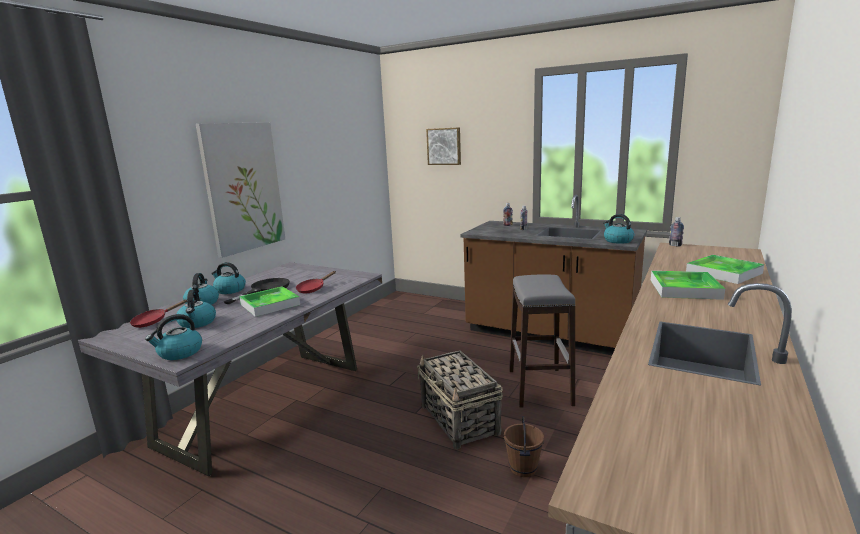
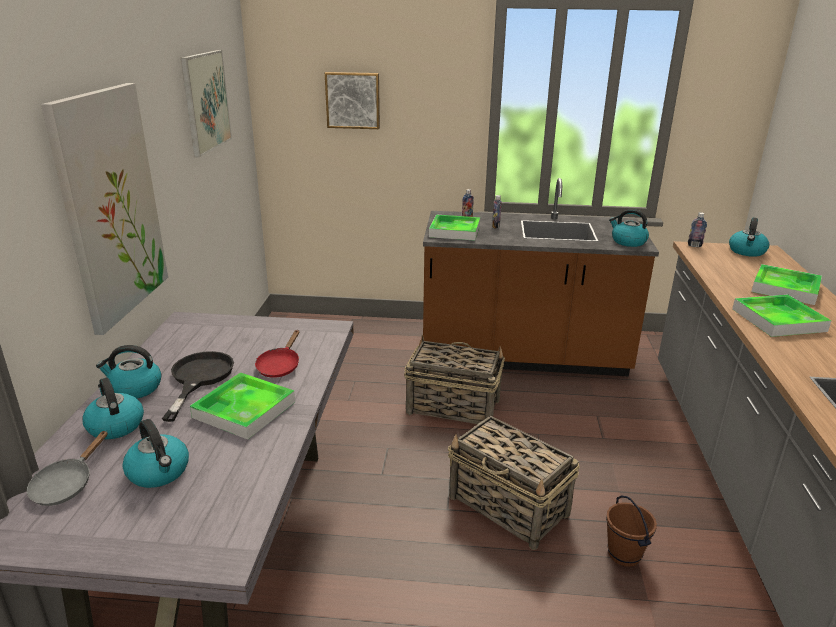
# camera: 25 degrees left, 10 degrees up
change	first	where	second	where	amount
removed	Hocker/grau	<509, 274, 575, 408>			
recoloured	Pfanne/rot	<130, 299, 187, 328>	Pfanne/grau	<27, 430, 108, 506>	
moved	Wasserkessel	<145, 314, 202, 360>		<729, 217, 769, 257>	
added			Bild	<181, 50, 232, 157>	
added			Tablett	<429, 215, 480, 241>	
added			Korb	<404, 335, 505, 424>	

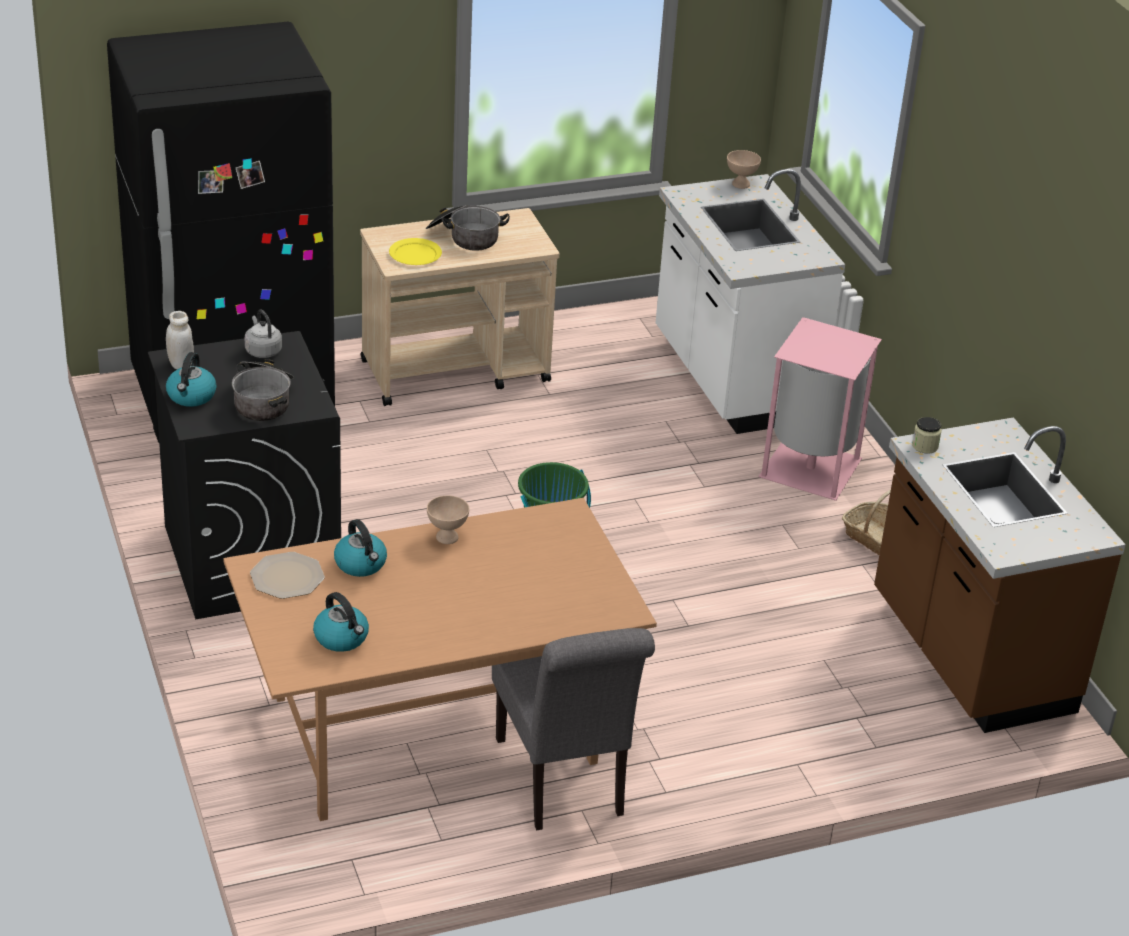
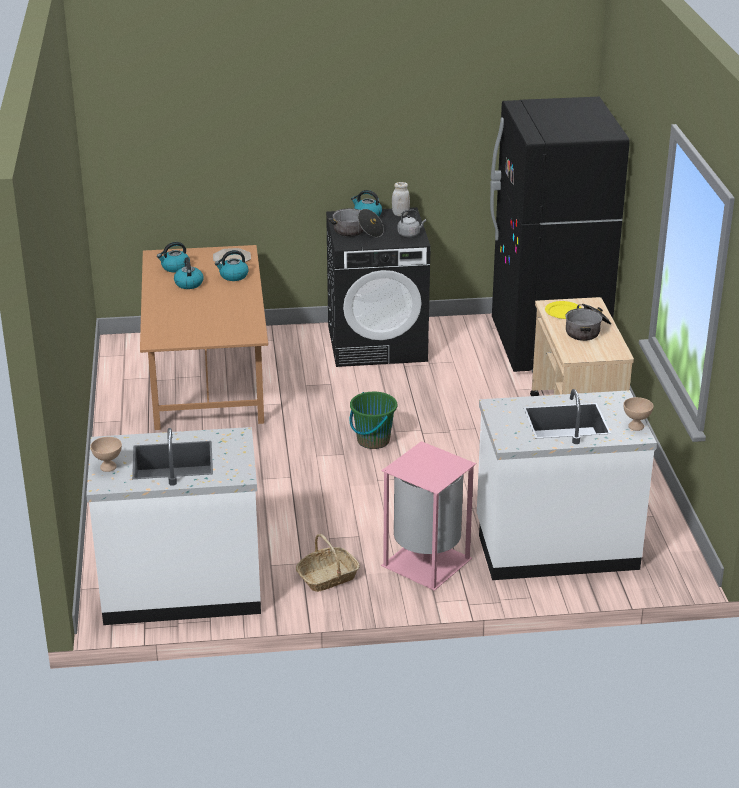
# camera: 105 degrees right, 5 degrees down
change	first	where	second	where	amount
recoloured	Küchenzeile/braun	<874, 417, 1126, 733>	Küchenzeile/weiß	<86, 427, 261, 625>	
removed	Vorratsglas	<912, 417, 942, 454>			
moved	Schüssel/beige	<427, 495, 469, 544>		<90, 437, 122, 472>	
removed	Stuhl/grau	<492, 628, 655, 830>			
added			Wasserkessel	<174, 257, 203, 289>	

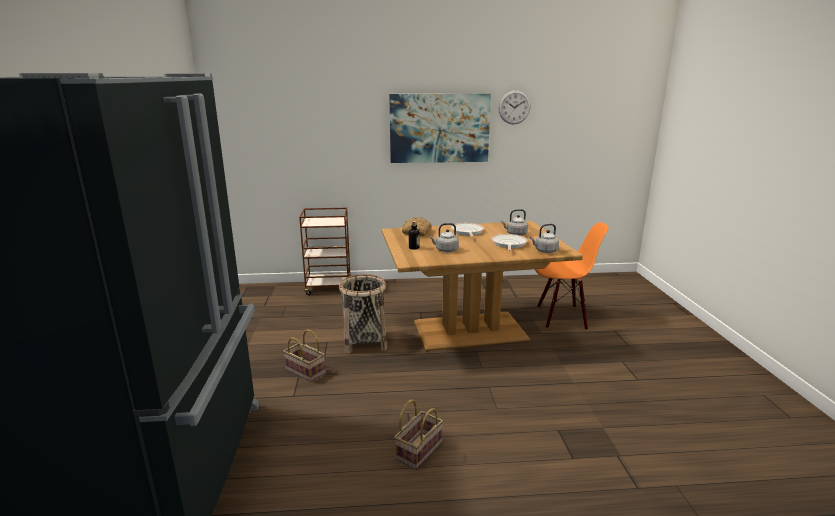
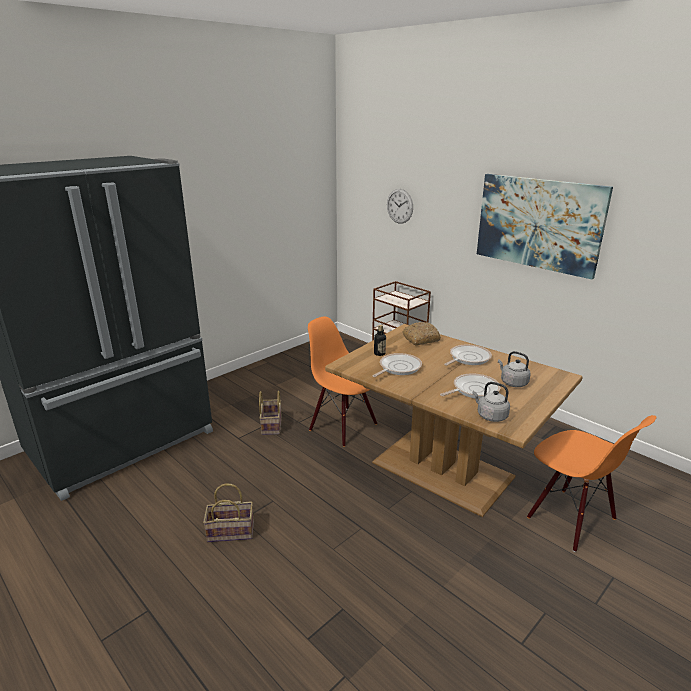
# camera: 50 degrees right, 5 degrees up
change	first	where	second	where	amount
moved	Wanduhr	<498, 90, 531, 124>		<387, 189, 413, 224>	
replaced	Wasserkessel/grau	<429, 223, 459, 252>	Pfanne	<372, 353, 422, 377>	
replaced	Korb	<339, 274, 387, 354>	Stuhl/orange	<308, 317, 377, 447>	

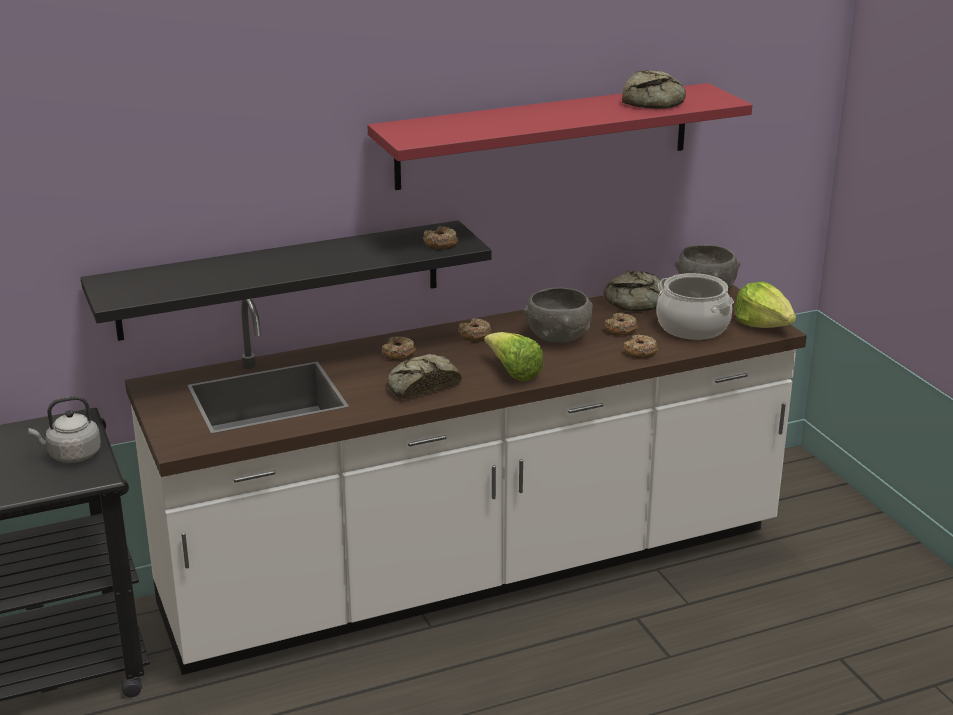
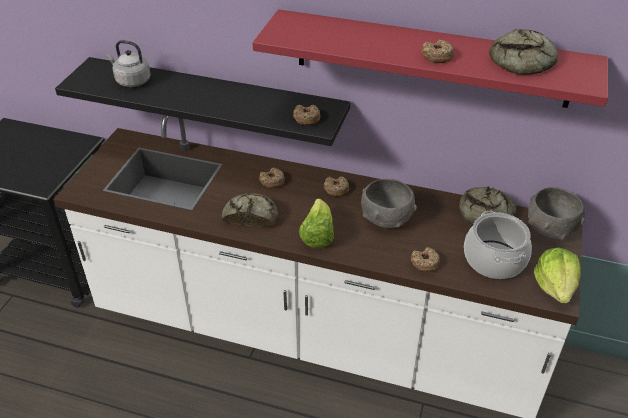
# camera: 40 degrees right, 15 degrees up
change	first	where	second	where	amount
moved	Donut	<604, 313, 638, 336>		<422, 40, 454, 63>	
moved	Wasserkessel/grau	<28, 396, 101, 463>		<106, 40, 151, 87>	

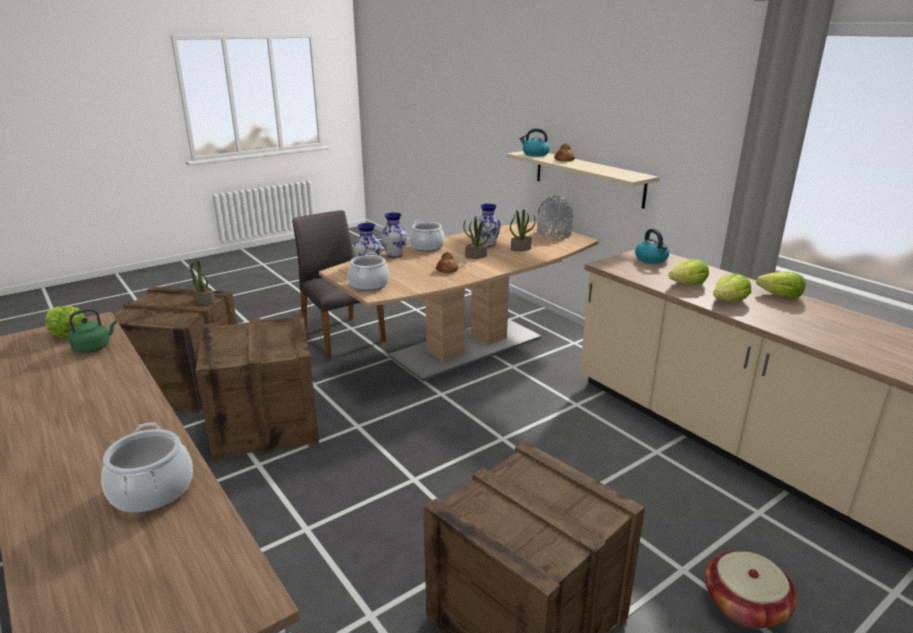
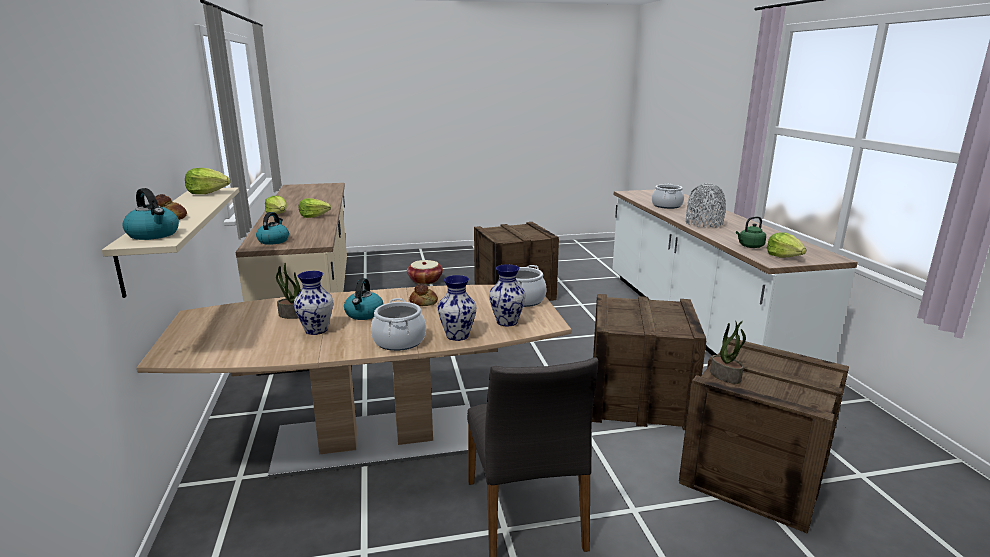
# camera: 155 degrees left, 5 degrees down
change	first	where	second	where	amount
moved	Vase/grau	<537, 195, 574, 239>		<686, 183, 726, 228>	
replaced	Topfpflanze	<463, 216, 489, 259>	Wasserkessel	<344, 278, 384, 320>	
moved	Salatkopf	<669, 259, 709, 285>		<185, 168, 231, 194>	

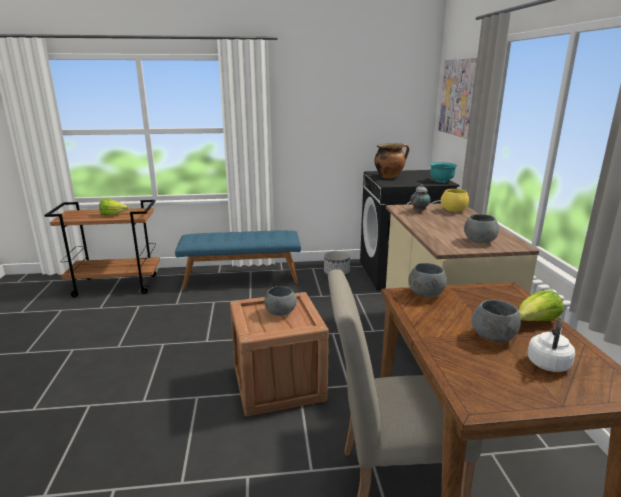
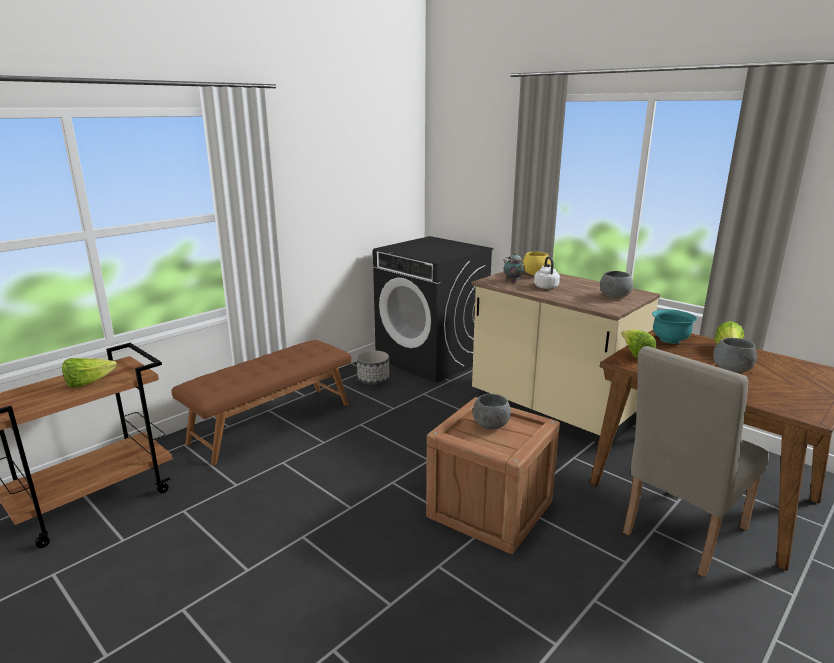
# camera: 40 degrees left, 0 degrees up
change	first	where	second	where	amount
removed	Bild	<438, 57, 477, 139>			
removed	Kochtopf	<374, 143, 409, 179>			
moved	Schüssel/türkis	<430, 162, 458, 183>		<652, 309, 697, 344>	
recoloured	Bank/blau	<175, 230, 301, 290>	Bank/braun	<171, 340, 351, 465>	
replaced	Schüssel/grau	<408, 263, 447, 297>	Salatkopf	<621, 329, 656, 358>	
moved	Wasserkessel/weiß	<527, 317, 575, 372>		<534, 257, 560, 289>	

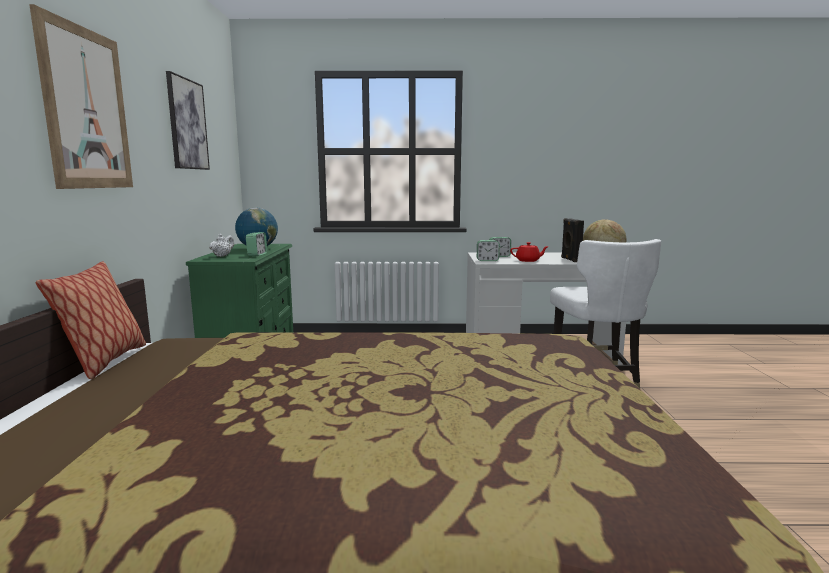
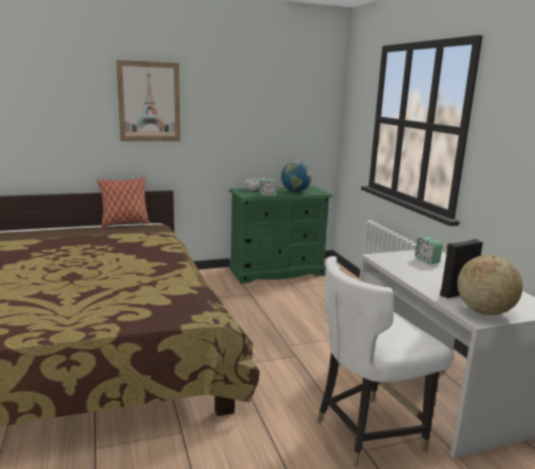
# camera: 70 degrees right, 5 degrees up
change	first	where	second	where	amount
removed	Bild	<166, 71, 210, 170>			
removed	Wecker	<477, 240, 500, 261>			
removed	Teekanne/rot	<510, 242, 549, 262>			

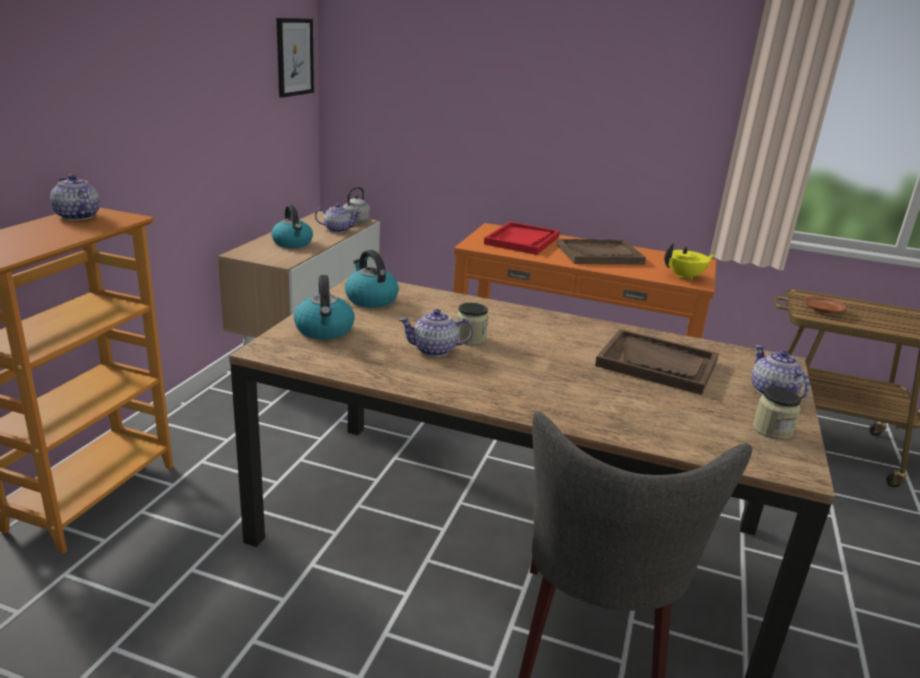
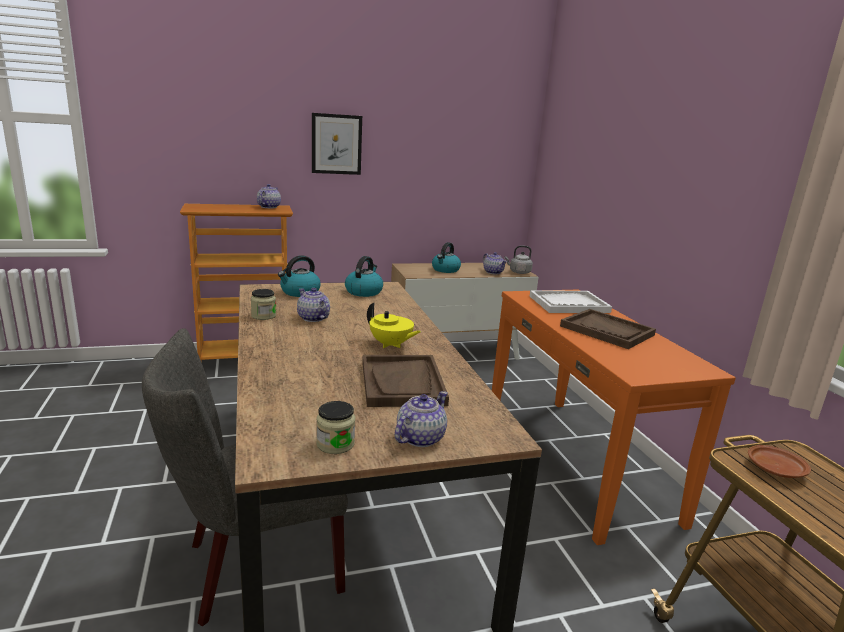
# camera: 55 degrees right, 5 degrees down
change	first	where	second	where	amount
moved	Bild	<276, 18, 314, 98>		<312, 113, 362, 175>	
recoloured	Tablett/rot	<484, 222, 560, 255>	Tablett/weiß	<530, 290, 612, 313>	
moved	Teekanne/gelb	<664, 243, 715, 281>		<367, 303, 421, 348>	
moved	Vorratsglas	<457, 303, 489, 345>		<251, 289, 276, 320>	

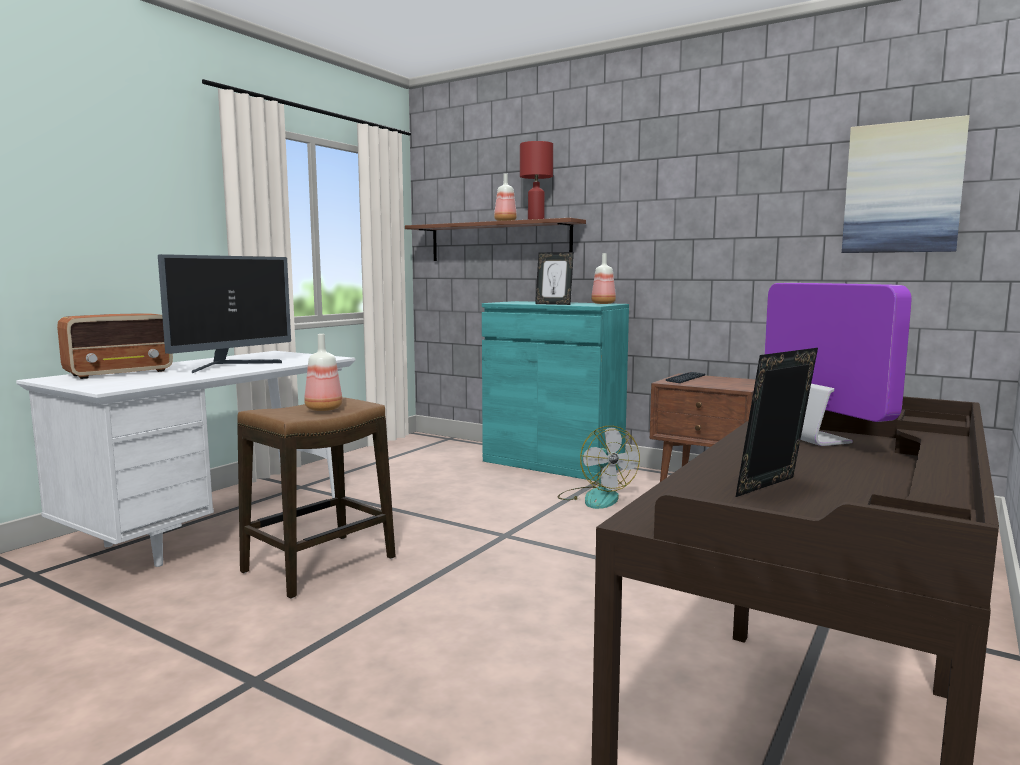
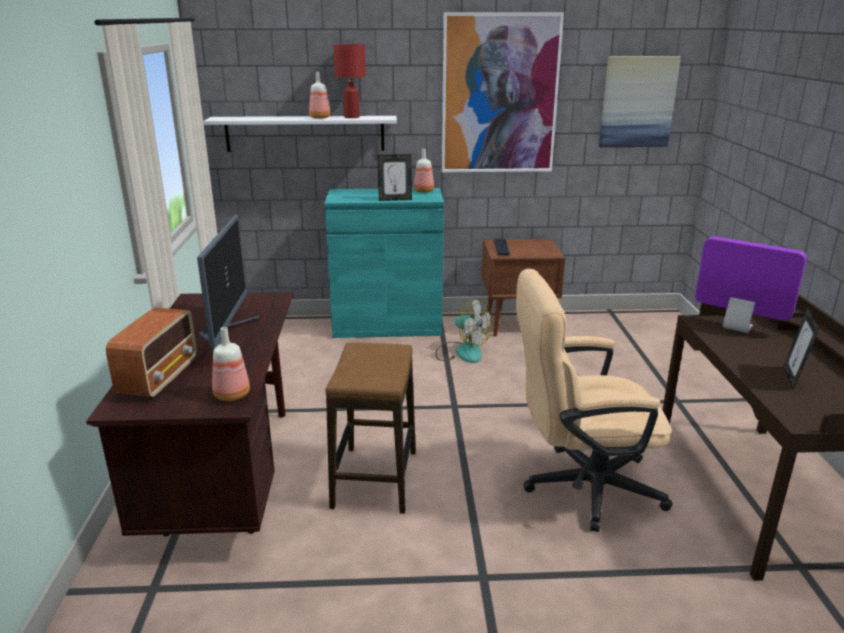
# camera: 35 degrees left, 15 degrees up
change	first	where	second	where	amount
recoloured	Wandregal/braun	<405, 218, 586, 261>	Wandregal/weiß	<203, 116, 397, 152>	
moved	Flasche	<304, 334, 343, 411>		<212, 327, 250, 401>	
recoloured	Schreibtisch/weiß	<16, 351, 355, 567>	Schreibtisch/braun	<86, 292, 293, 536>	
added			Bild	<442, 12, 564, 172>	
added			Bürostuhl/beige	<516, 269, 672, 532>	

